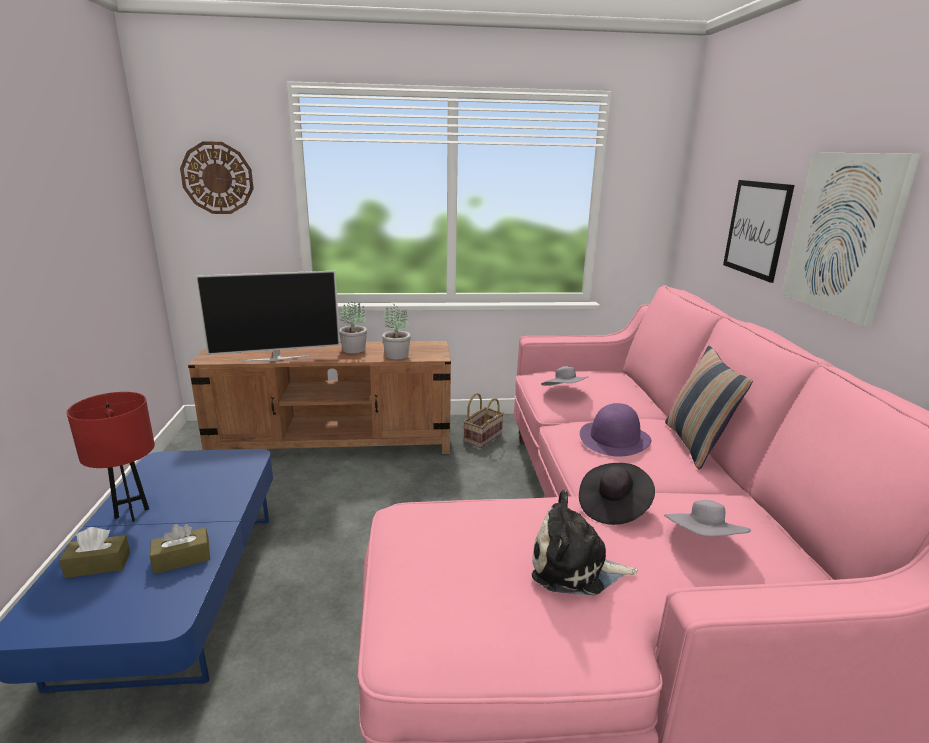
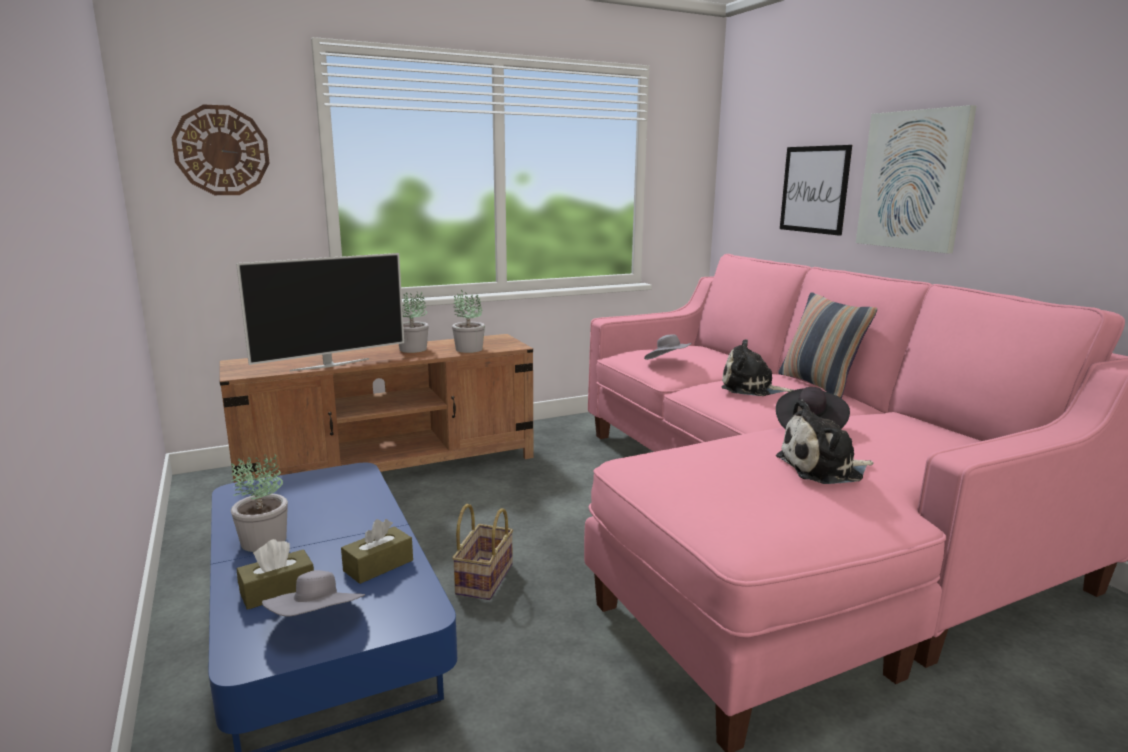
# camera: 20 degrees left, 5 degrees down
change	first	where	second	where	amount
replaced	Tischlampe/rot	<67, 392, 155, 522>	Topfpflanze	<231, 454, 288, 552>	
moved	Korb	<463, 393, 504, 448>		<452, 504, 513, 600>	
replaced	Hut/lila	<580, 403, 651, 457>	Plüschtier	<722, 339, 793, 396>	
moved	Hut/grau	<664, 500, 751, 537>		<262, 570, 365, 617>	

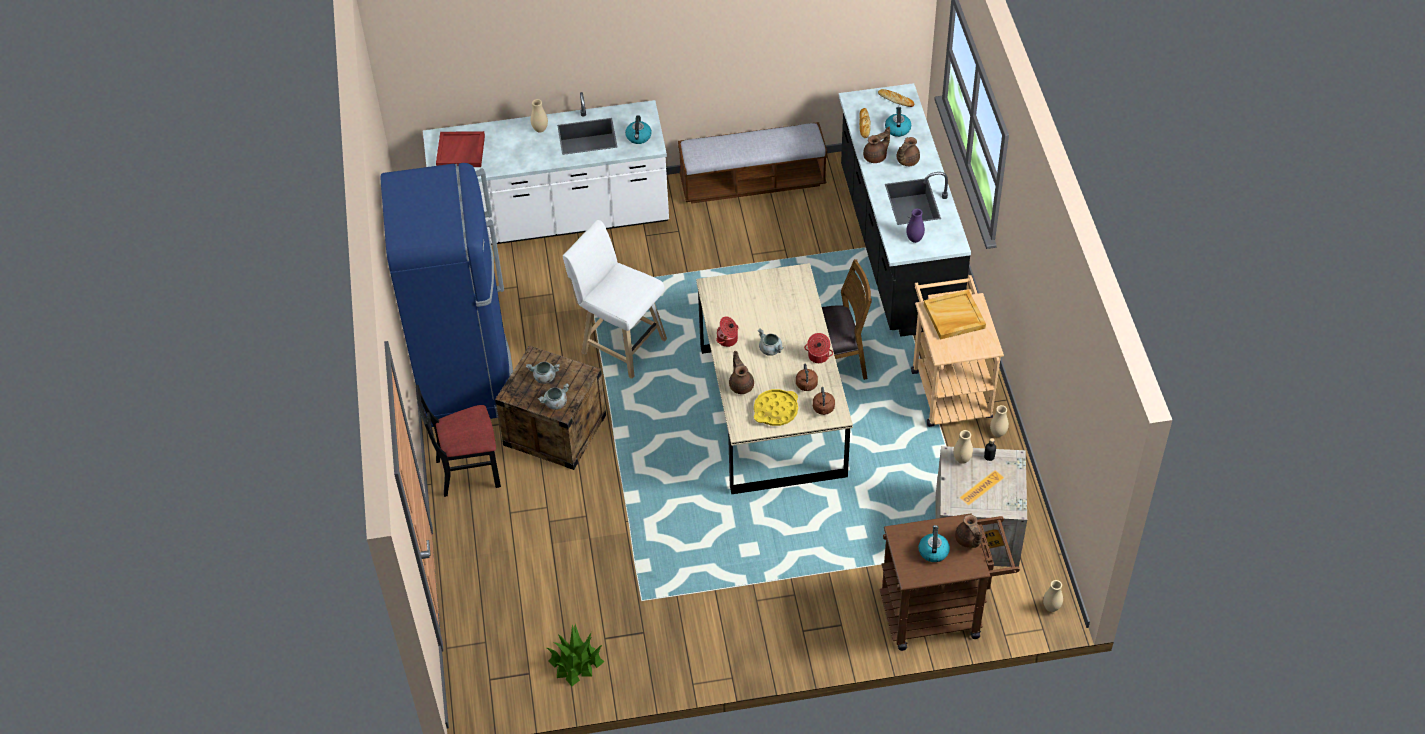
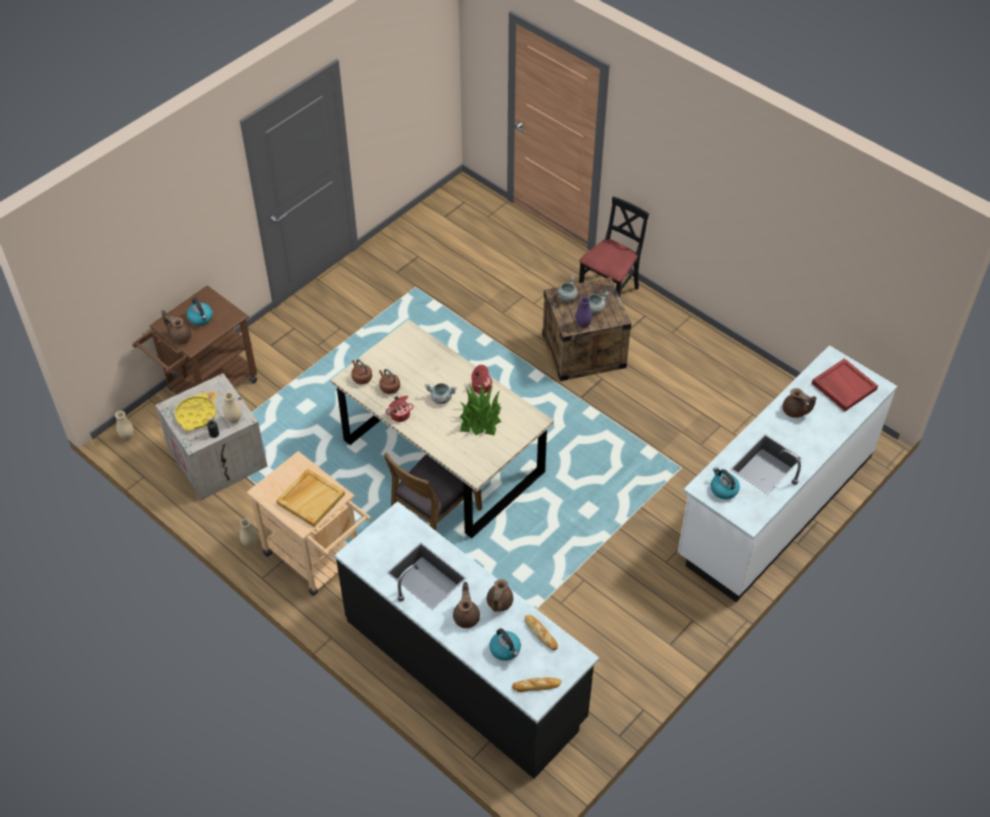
# camera: 140 degrees right, 0 degrees up
change	first	where	second	where	amount
removed	Vase/beige	<531, 99, 548, 132>			
removed	Bank	<678, 122, 827, 204>			
removed	Kühlschrank/blau	<380, 163, 513, 427>			
moved	Vase/lila	<906, 209, 925, 243>		<575, 297, 592, 328>	
removed	Hocker/weiß	<563, 220, 667, 379>			
moved	Teekanne/braun	<729, 351, 754, 394>		<782, 388, 817, 418>	
moved	Tablett/gelb	<754, 389, 798, 426>		<175, 393, 216, 431>	
moved	Topfpflanze	<547, 624, 605, 686>		<460, 384, 502, 436>	

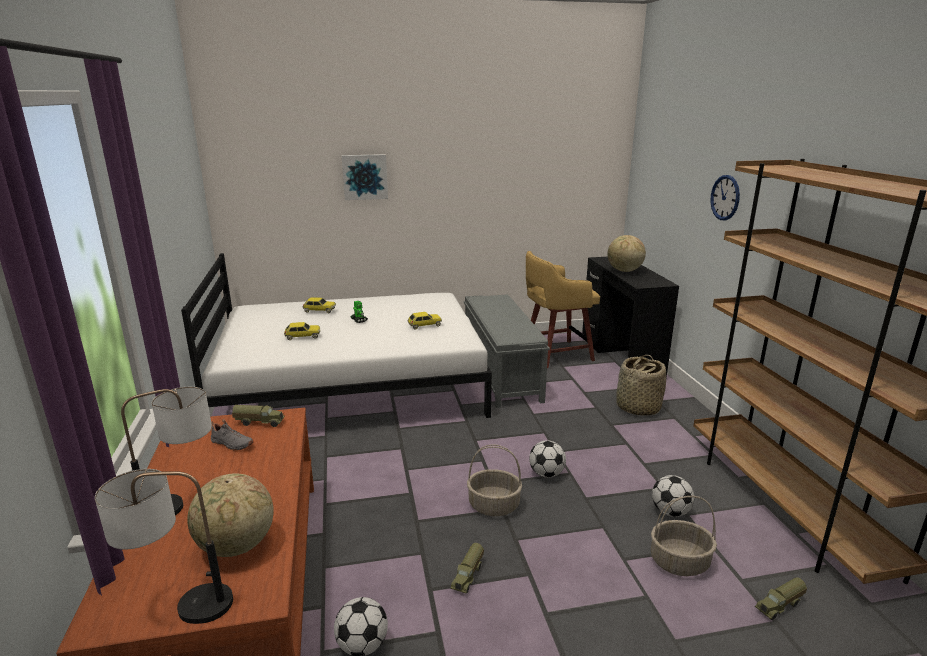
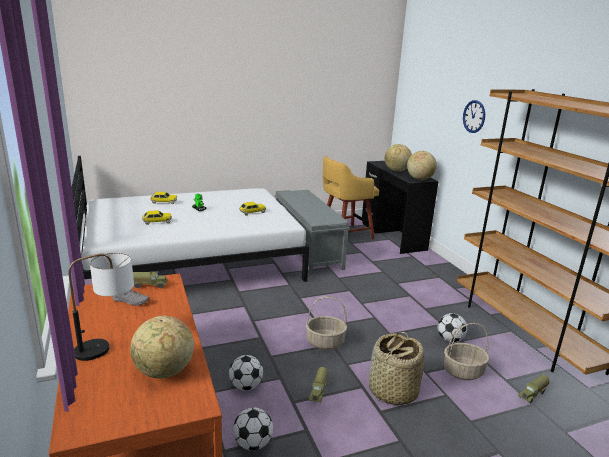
# camera: 10 degrees left, 0 degrees up
change	first	where	second	where	amount
removed	Bild	<342, 154, 388, 200>			
moved	Korb	<616, 355, 666, 415>		<369, 332, 424, 405>	
moved	Fußball	<529, 440, 566, 478>		<229, 355, 263, 391>	
removed	Tischlampe	<95, 469, 233, 624>			
added			Globus	<407, 151, 437, 180>	

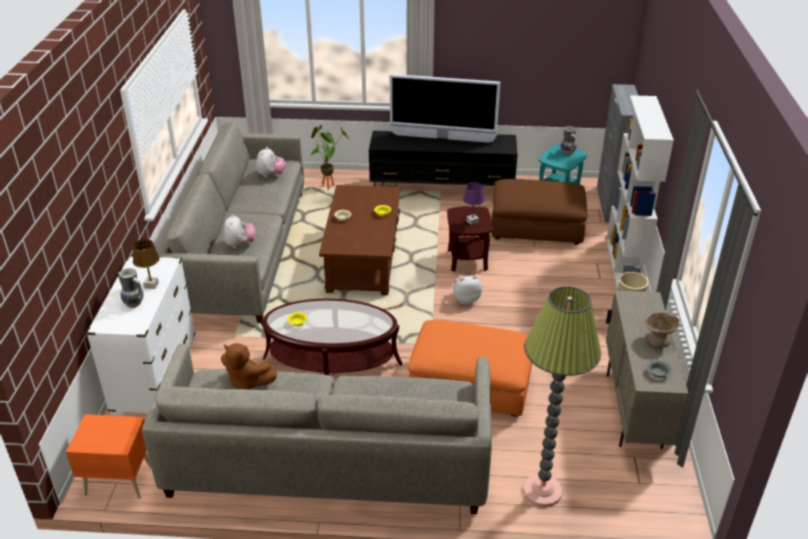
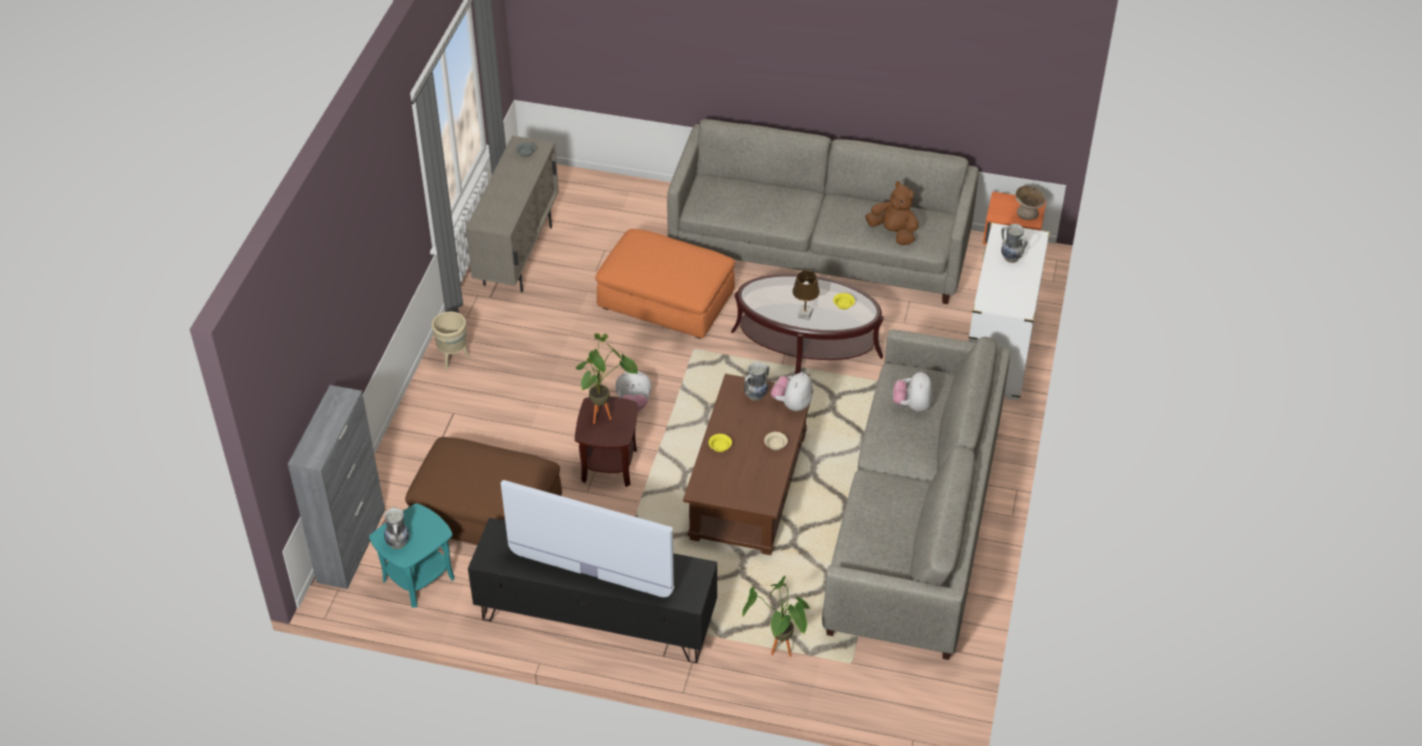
# camera: 170 degrees left, 10 degrees up
change	first	where	second	where	amount
removed	Bücherregal/weiß	<606, 95, 674, 290>			
moved	Plüschtier	<256, 147, 285, 177>		<771, 372, 813, 411>	
replaced	Tischlampe/lila	<463, 182, 484, 225>	Topfpflanze	<576, 333, 638, 424>	
moved	Tischlampe/braun	<133, 239, 160, 289>		<793, 271, 820, 320>	
removed	Stehlampe	<523, 286, 601, 507>			
moved	Schüssel/beige	<645, 312, 680, 348>		<1015, 185, 1046, 220>	
added			Vase	<744, 362, 770, 401>	

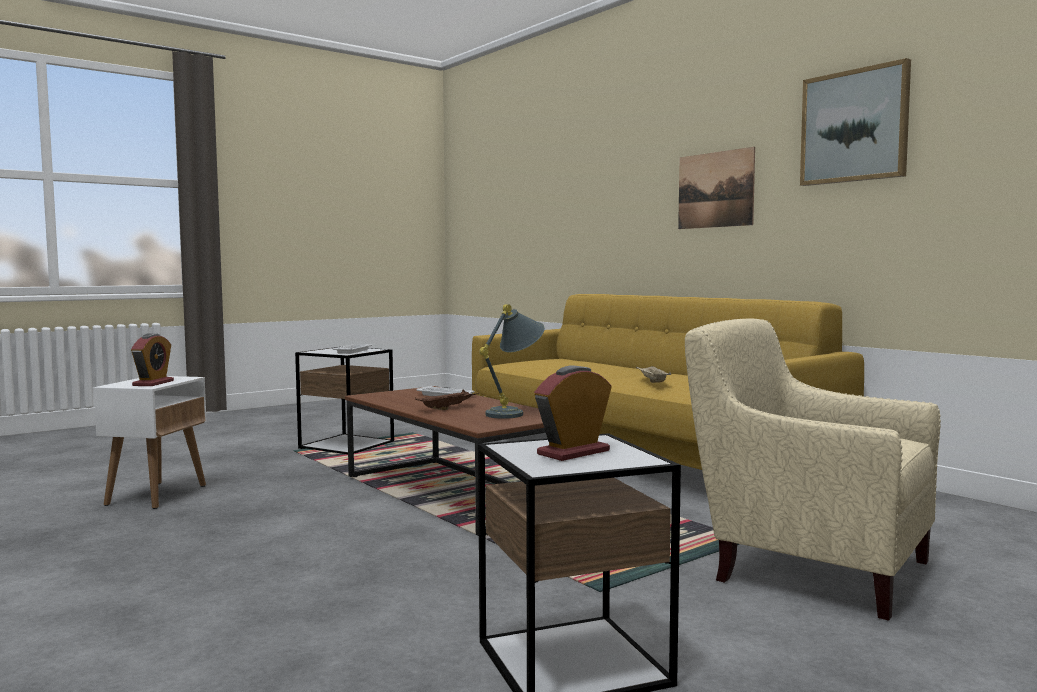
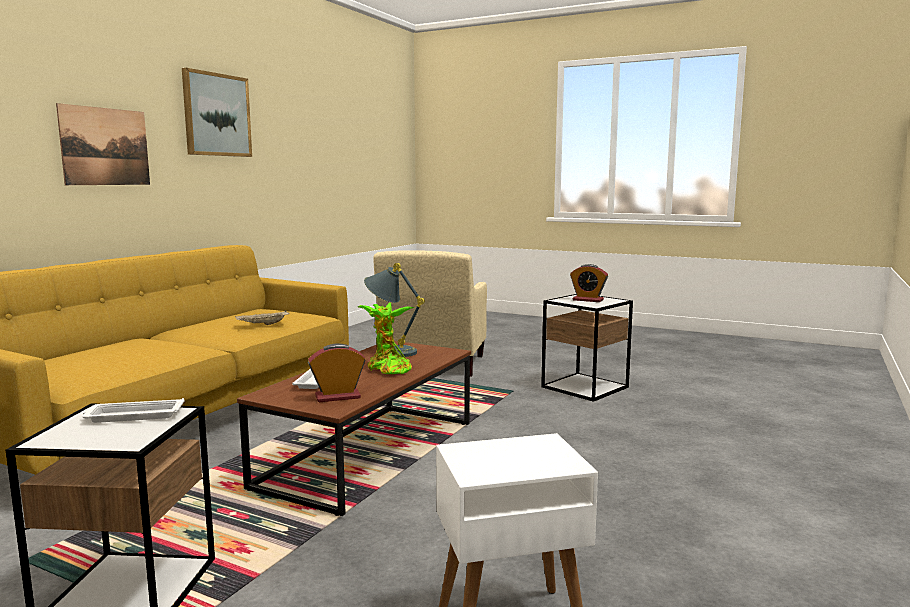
# camera: 115 degrees left, 5 degrees up
change	first	where	second	where	amount
moved	Wecker	<131, 333, 174, 386>		<308, 343, 365, 402>	
replaced	Tablett/braun	<415, 389, 479, 410>	Topfpflanze	<358, 302, 415, 374>	

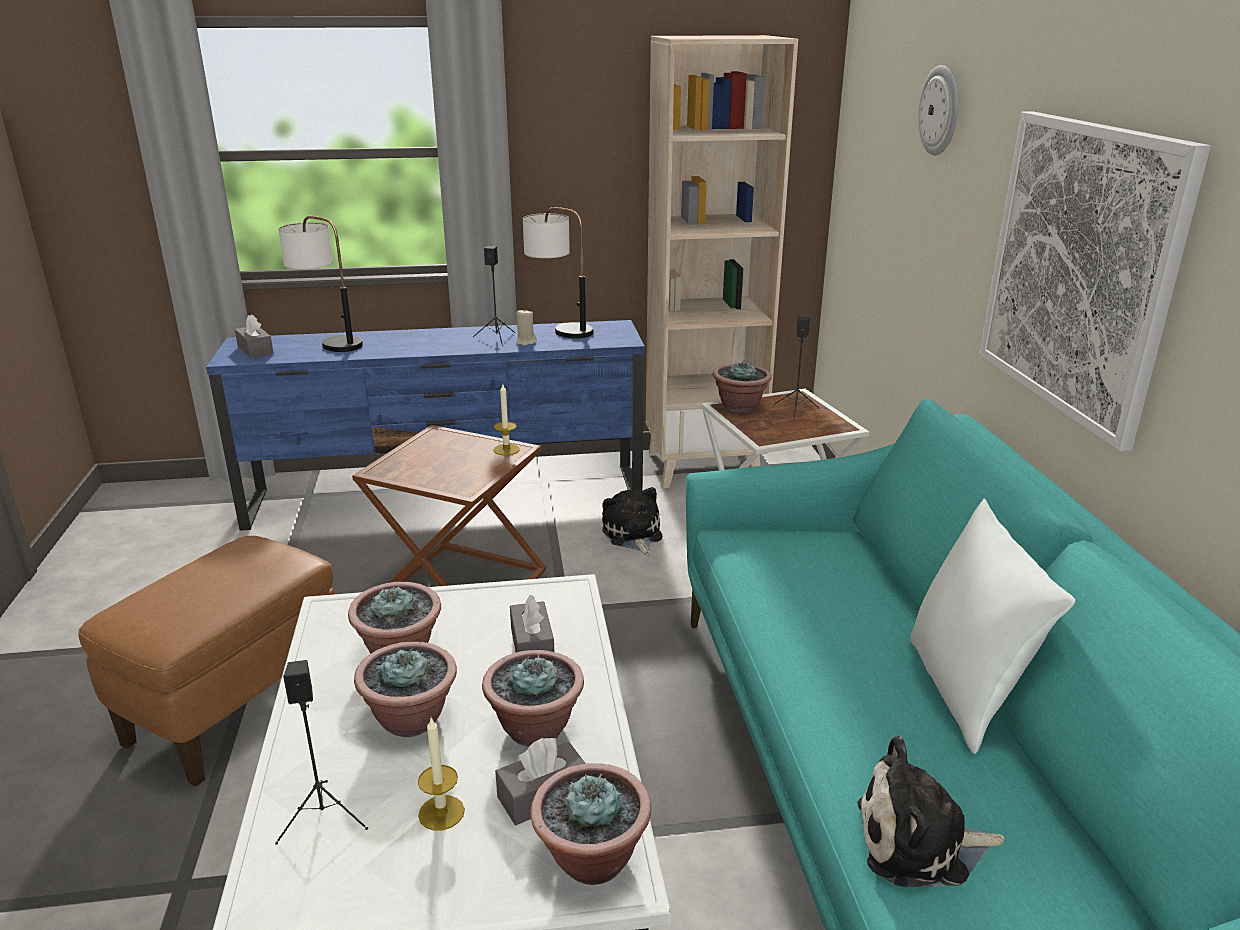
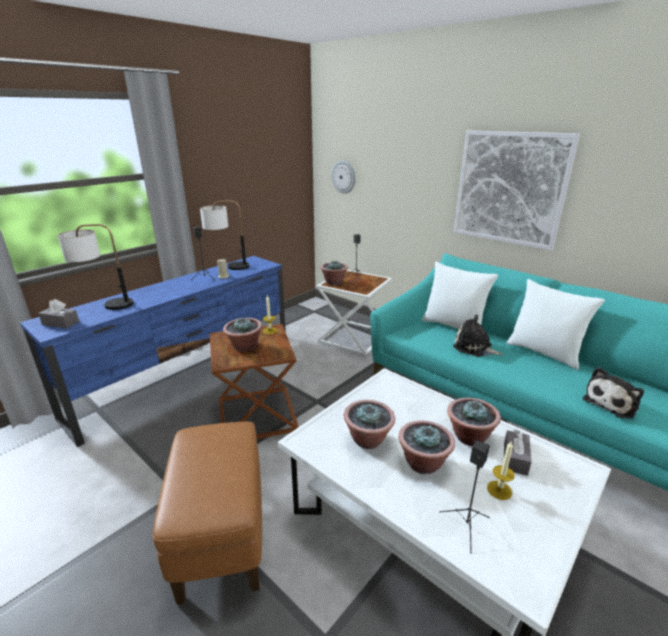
# camera: 40 degrees left, 0 degrees up
change	first	where	second	where	amount
removed	Bücherregal/beige	<646, 35, 798, 488>			
moved	Wanduhr	<918, 65, 958, 155>		<332, 161, 356, 194>	
moved	Plüschtier	<602, 487, 662, 556>		<453, 315, 503, 357>	
removed	Taschentuchbox/grau	<510, 595, 554, 652>			
moved	Topfpflanze	<530, 763, 651, 885>		<223, 317, 262, 352>	
added			Kissen/weiß	<422, 262, 498, 329>	

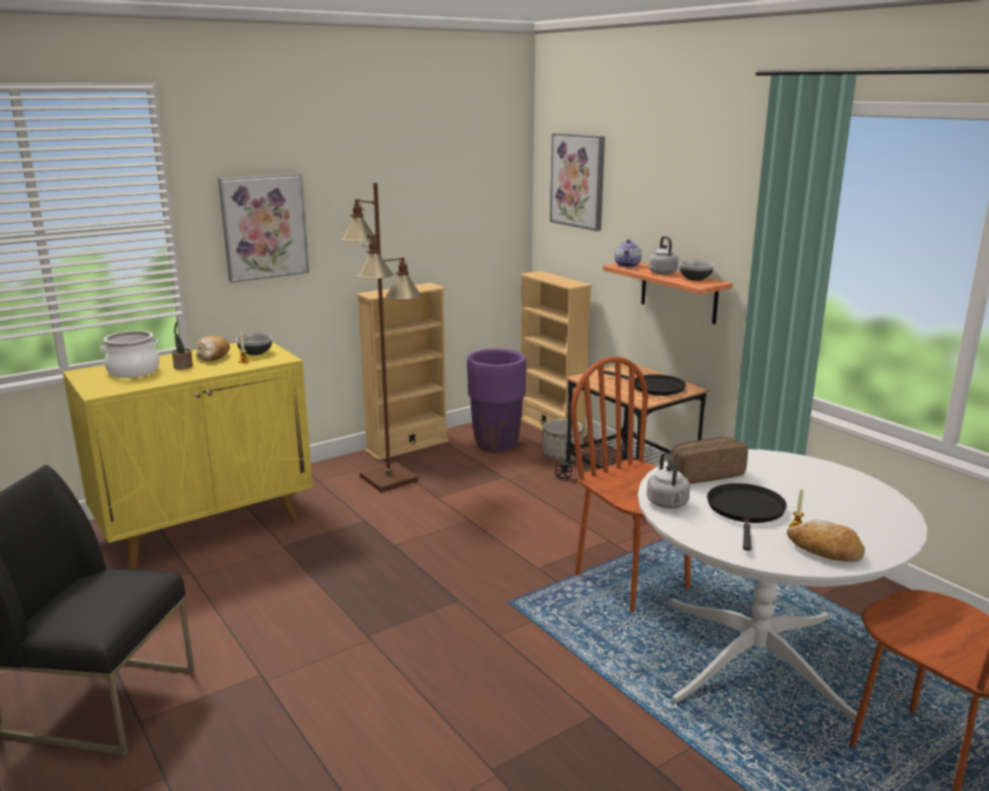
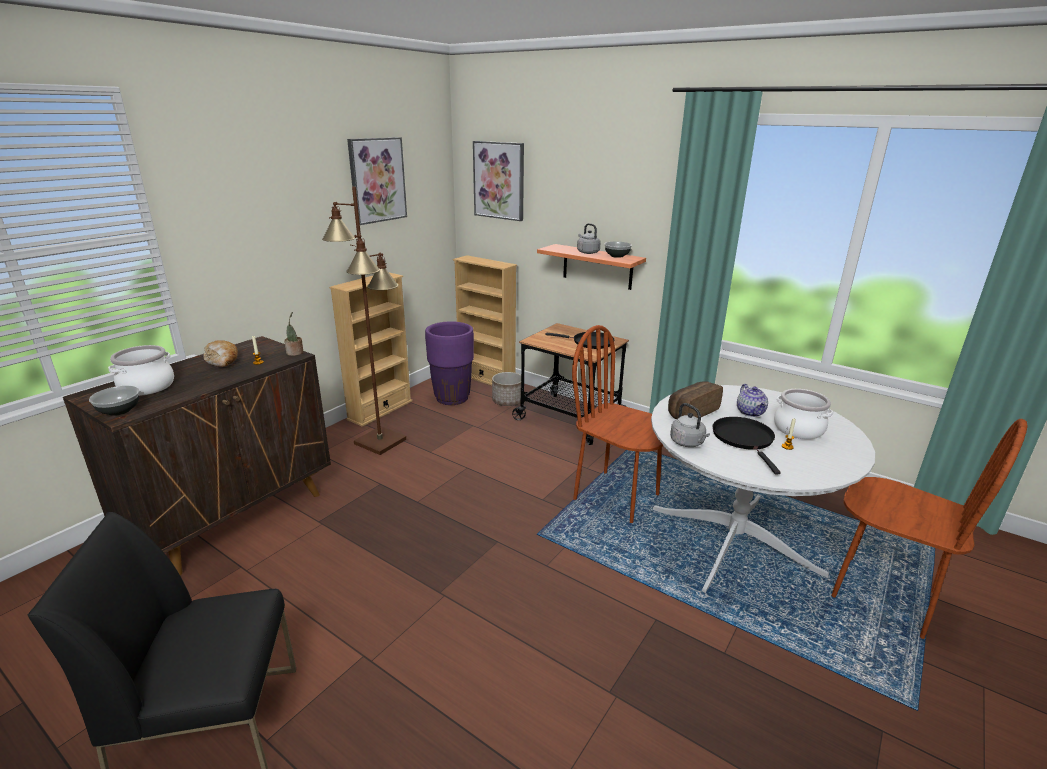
# camera: 20 degrees left, 5 degrees up
change	first	where	second	where	amount
moved	Bild	<218, 173, 309, 283>		<347, 137, 407, 225>	
moved	Teekanne	<614, 239, 642, 267>		<737, 384, 768, 417>	
moved	Topfpflanze	<172, 320, 193, 369>		<284, 312, 303, 356>	
moved	Schüssel	<235, 333, 273, 356>		<89, 386, 139, 416>	
recoloured	Schrank/gelb	<63, 342, 313, 570>	Schrank/braun	<63, 336, 331, 575>	
removed	Brot	<787, 520, 865, 562>			
added			Kochtopf	<774, 389, 833, 439>	

